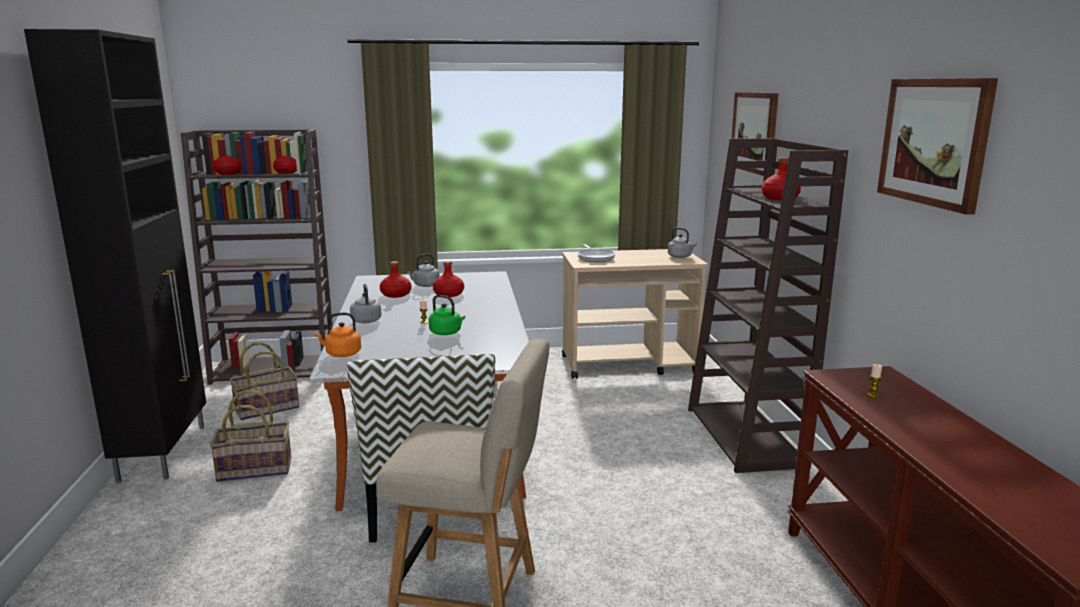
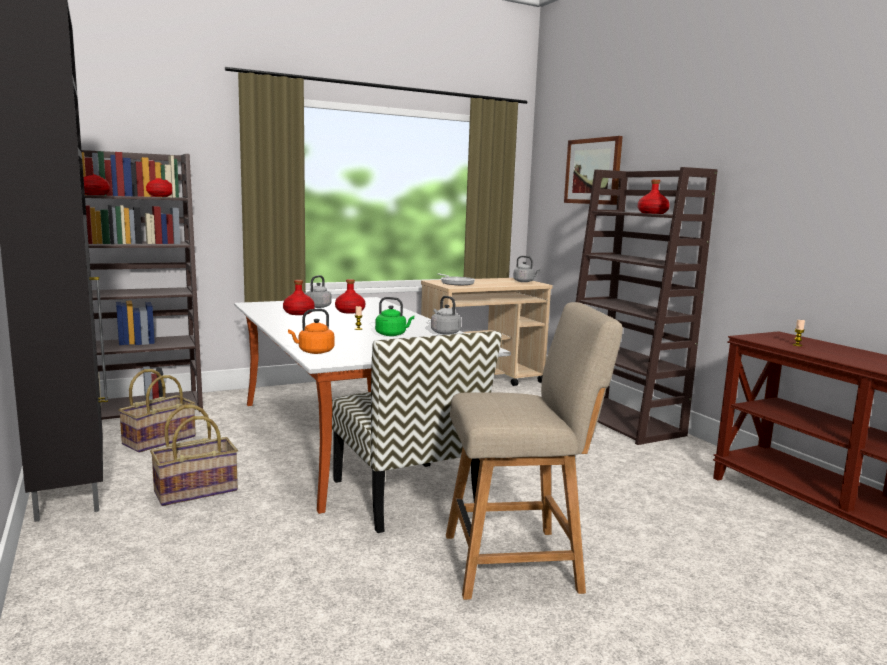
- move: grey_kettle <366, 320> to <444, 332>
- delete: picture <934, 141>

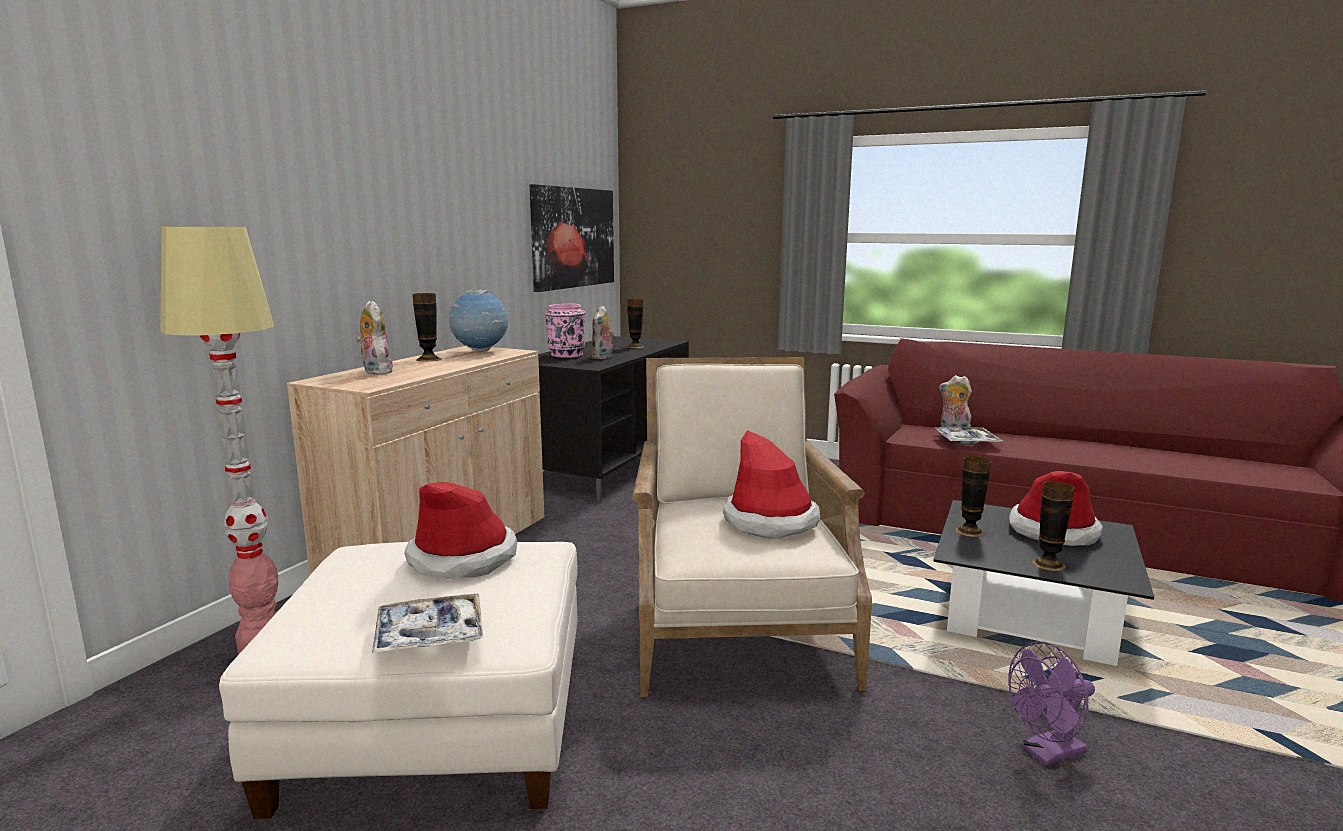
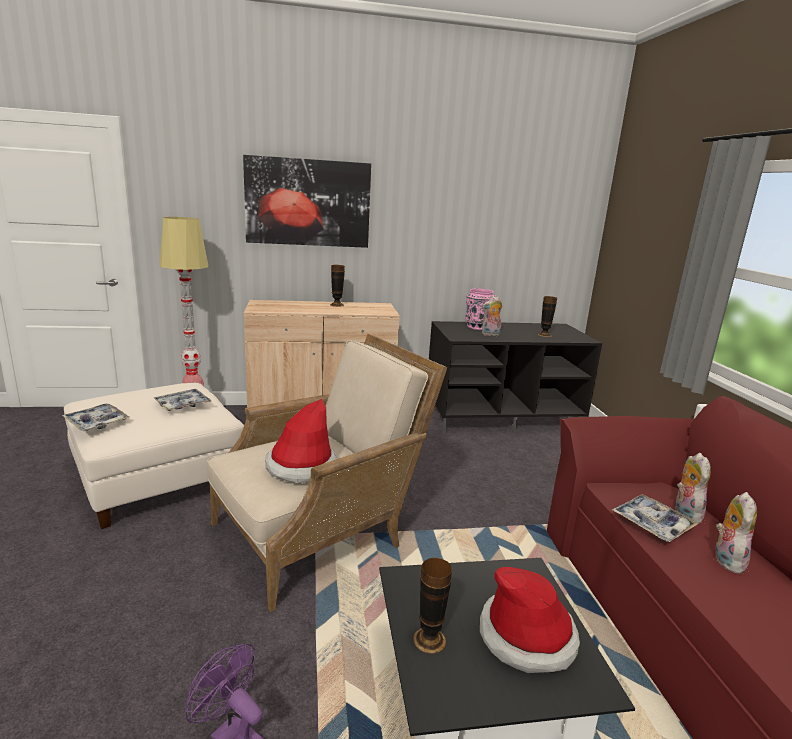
- replace: wearable_hat <462, 558> to tray <182, 405>
- move: picture <573, 237> to <308, 203>
- move: soft_toy <375, 372> to <726, 559>
- delete: globe <480, 351>
- delete: decorative_vase <969, 531>

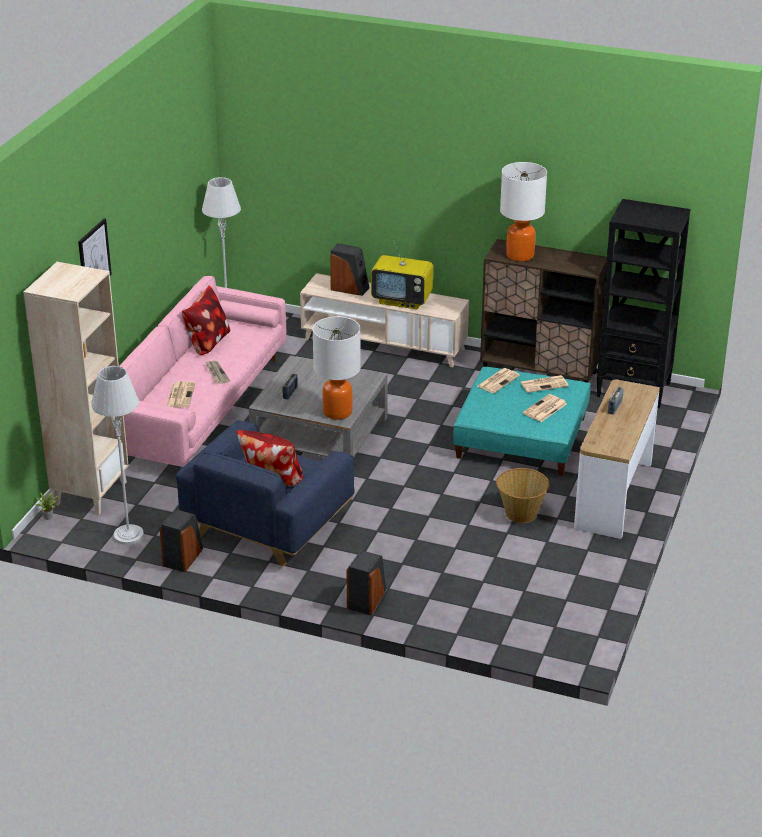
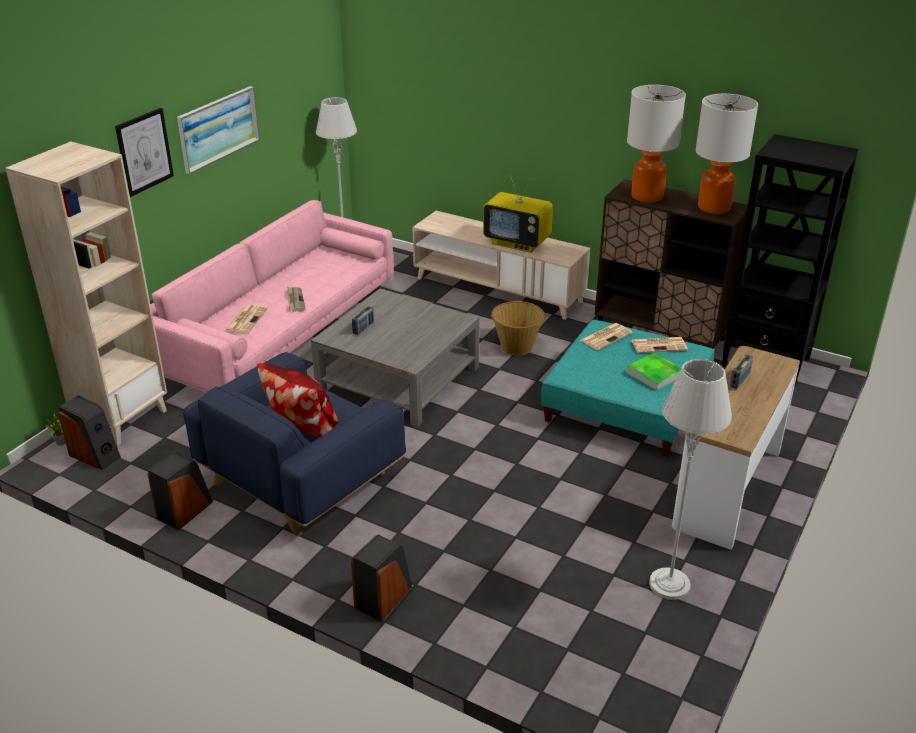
- move: loudspeaker <350, 288> to <95, 455>
- insert: picture <218, 128>
- move: storage_basket <521, 513> to <516, 346>
- replace: printed_paper <544, 409> to tray <654, 374>
- move: grey_standing_lamp <128, 535> to <669, 584>
- move: lamp_for_a_table <337, 412> to <713, 207>
- delete: pillow <207, 343>

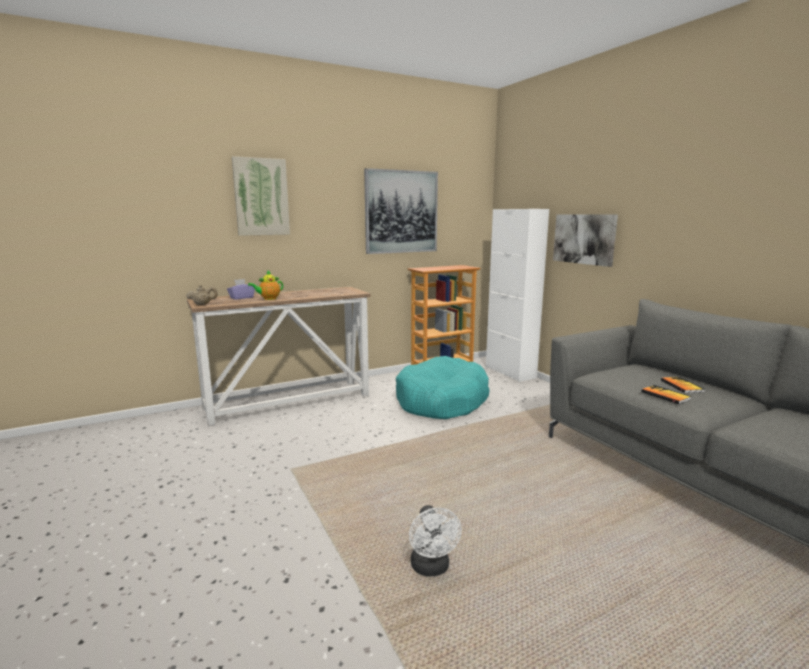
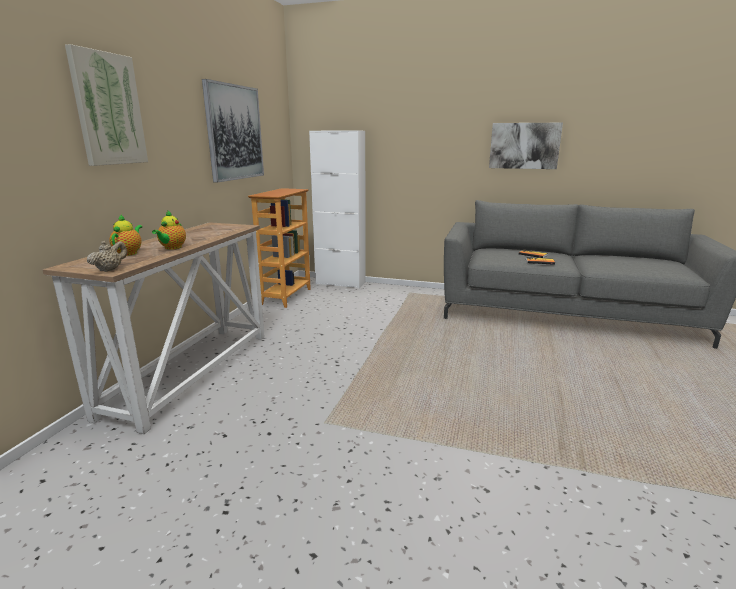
- replace: purplish_box_of_tissues <241, 298> to tea_pot <129, 253>
- move: picture <584, 239> to <524, 146>
- delete: turquoise-coloured_dog_bed <441, 401>
- delete: white_cooling_fan <431, 568>

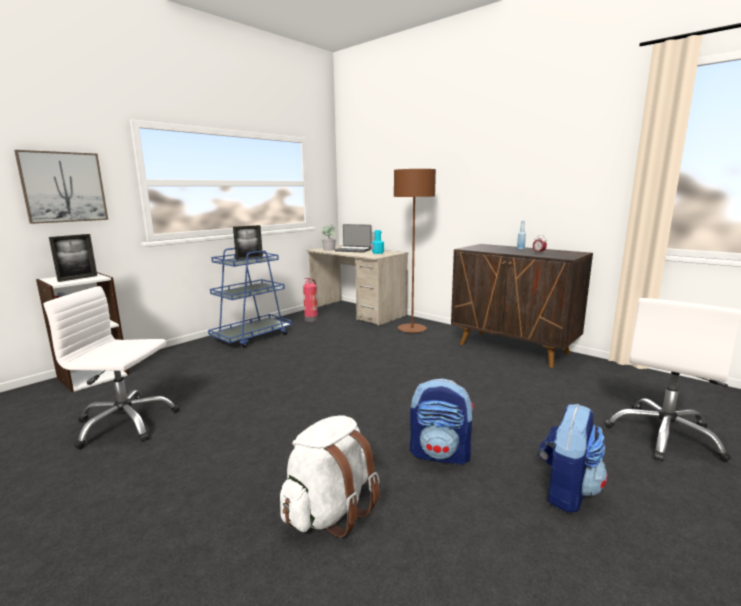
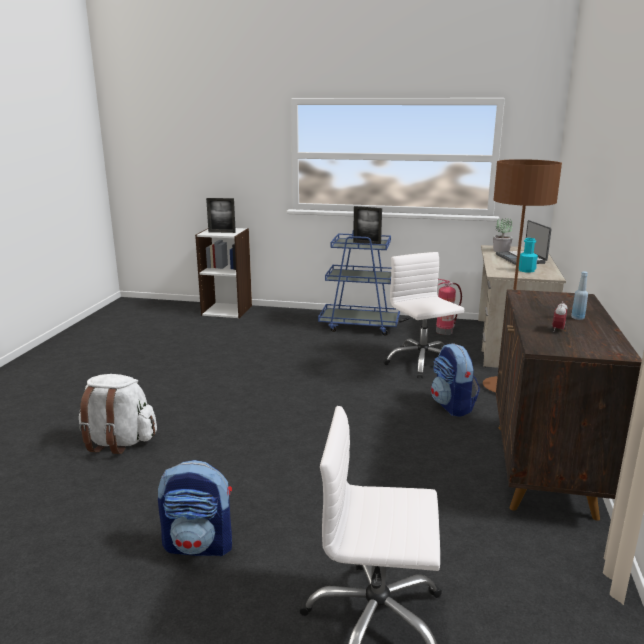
- move: white_desk_chair <125, 423> to <421, 362>
- move: knapsack <440, 454> to <452, 406>
- delete: picture <63, 187>

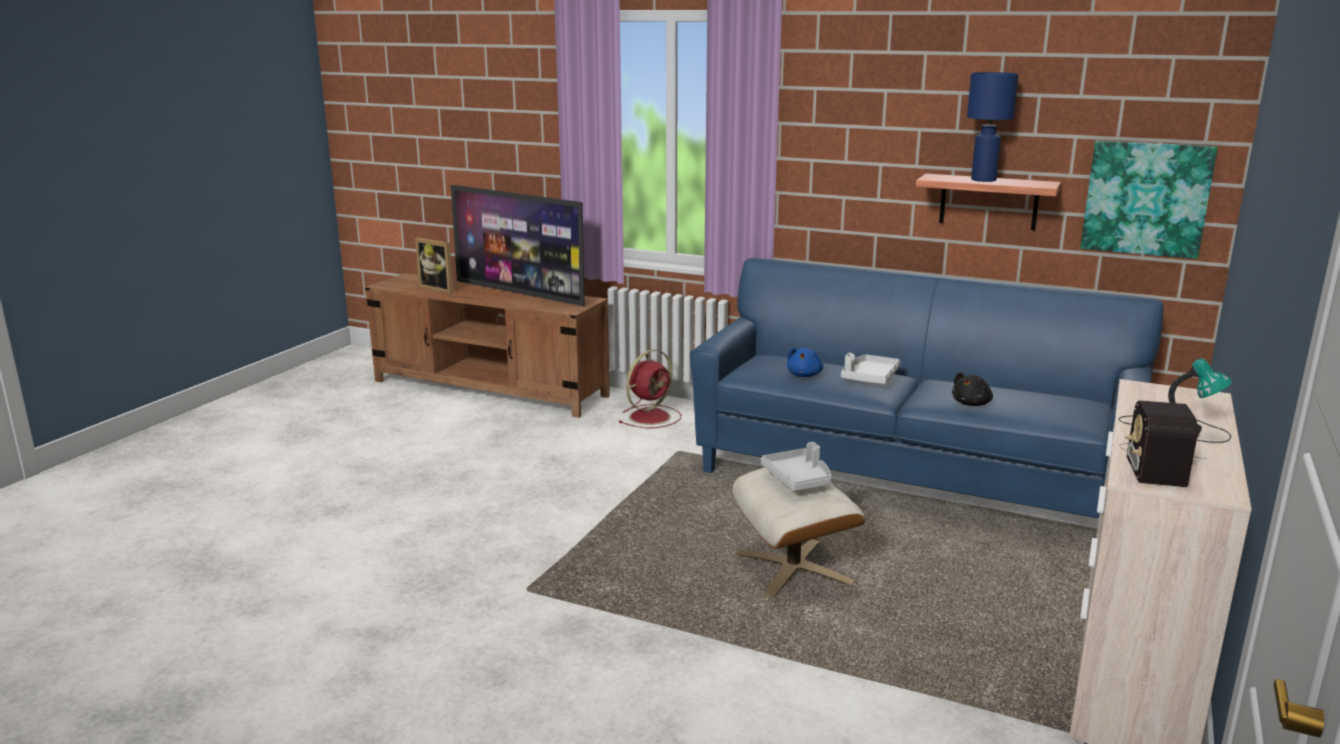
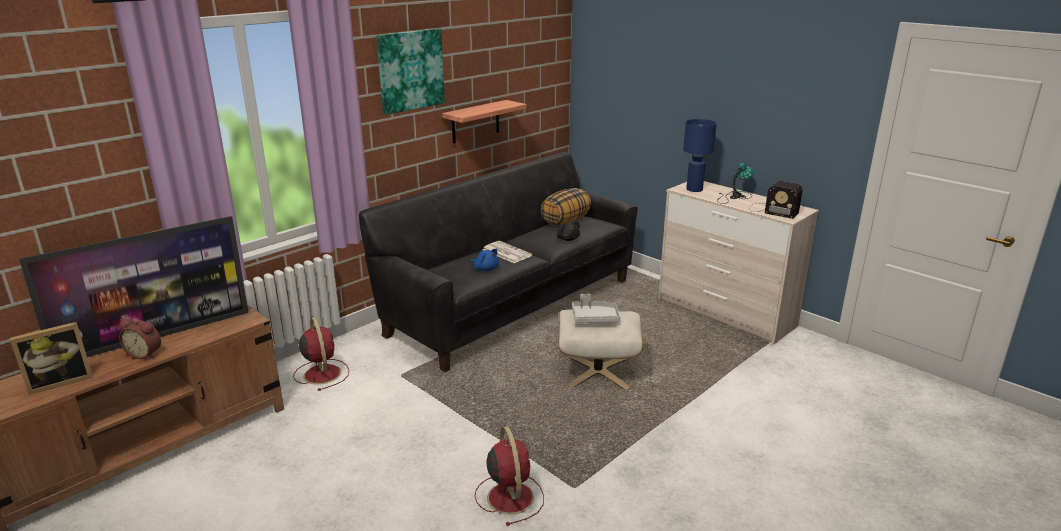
- insert: table_clock <145, 353>
- recolor: blue_sofa <907, 479> to black_sofa <512, 306>
- move: picture <1146, 198> to <410, 70>
- insert: reddish_cooling_fan <510, 496>
- replace: white_tray <870, 377> to printed_paper <506, 252>
- insert: pillow <565, 221>
- move: blue_lamp_for_a_table <983, 180> to <694, 189>

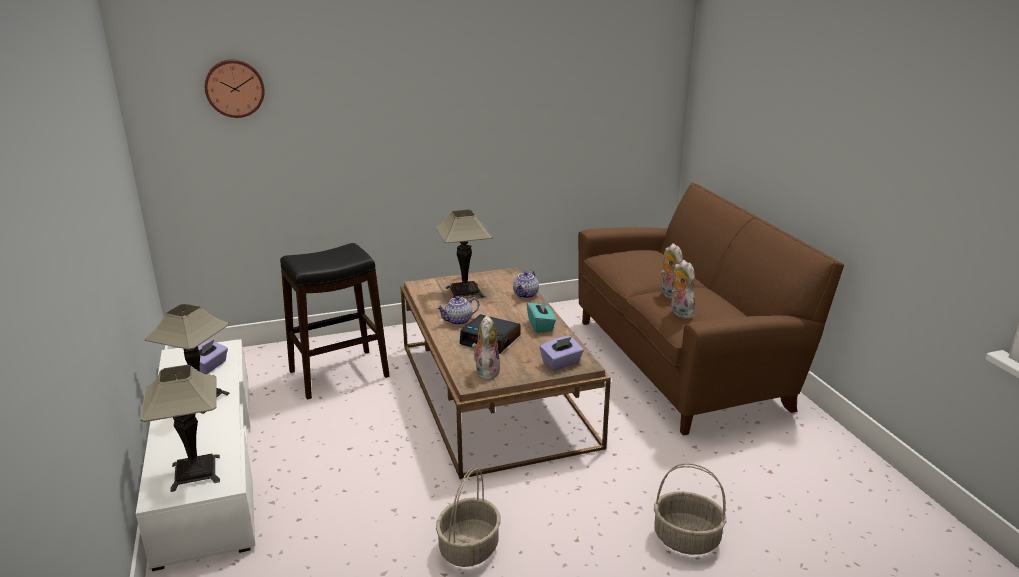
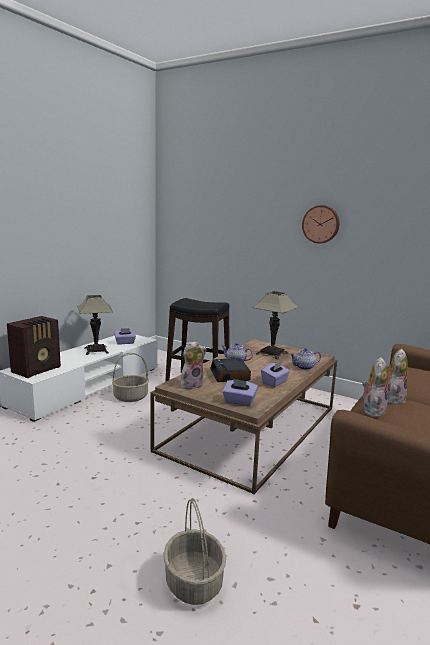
- replace: lamp_for_a_table <195, 473> to radio <37, 369>
- move: storage_basket <468, 547> to <131, 397>
- recolor: turquoise-coloured_box_of_tissues <541, 326> to purplish_box_of_tissues <275, 382>
- move: clock_on_the_wall <234, 88> to <321, 224>

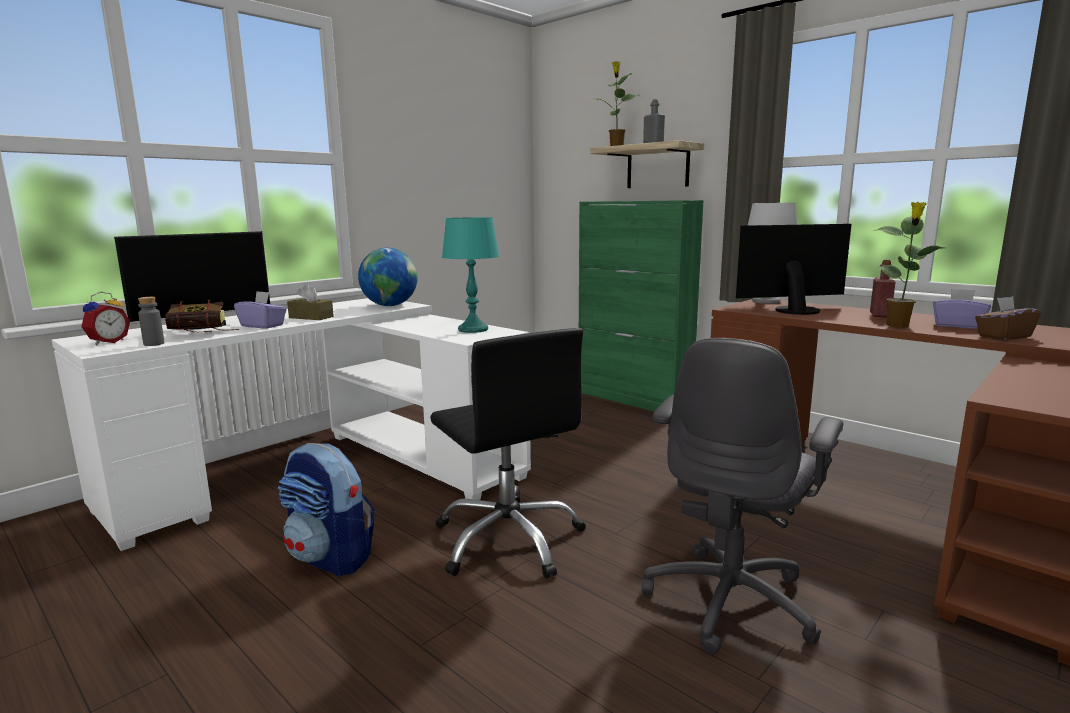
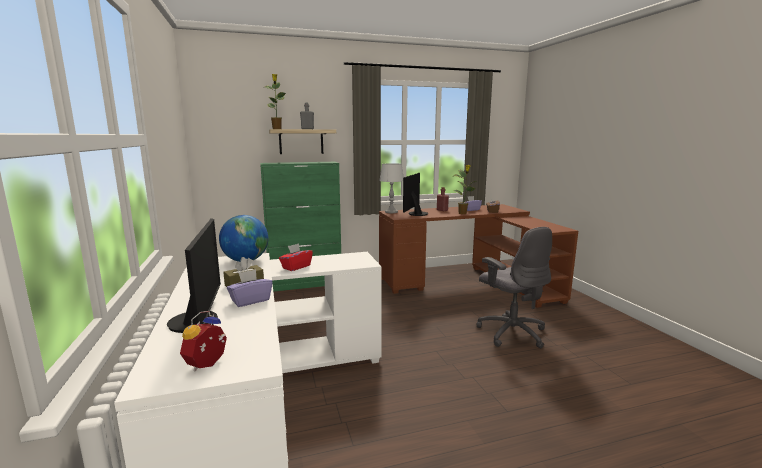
- rotate: table_clock <107, 342> = <208, 365> 120 degrees counterclockwise
- insert: reddish_box_of_tissues <296, 267>
- delete: grey_bottle <154, 344>
- delete: volume <205, 334>
- delete: knapsack <331, 558>
- delete: black_desk_chair <509, 539>
- delete: turquoise-coloured_lamp_for_a_table <472, 329>

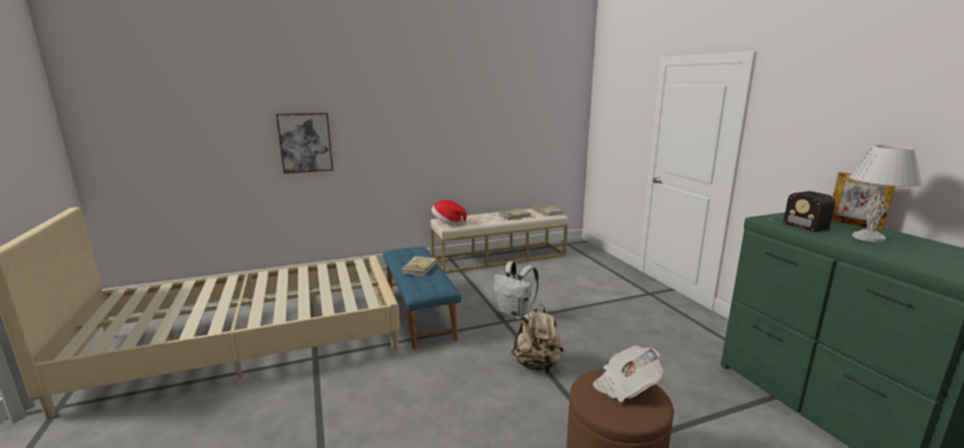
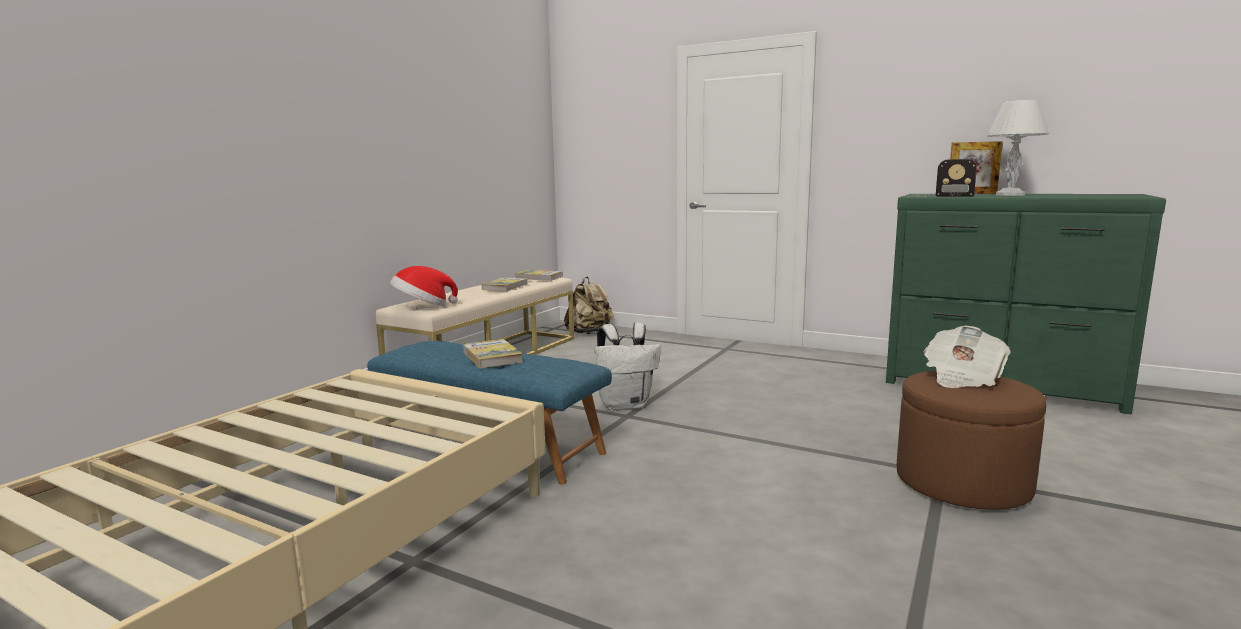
- move: beige_knapsack <537, 365> to <590, 333>
- delete: picture <305, 143>

